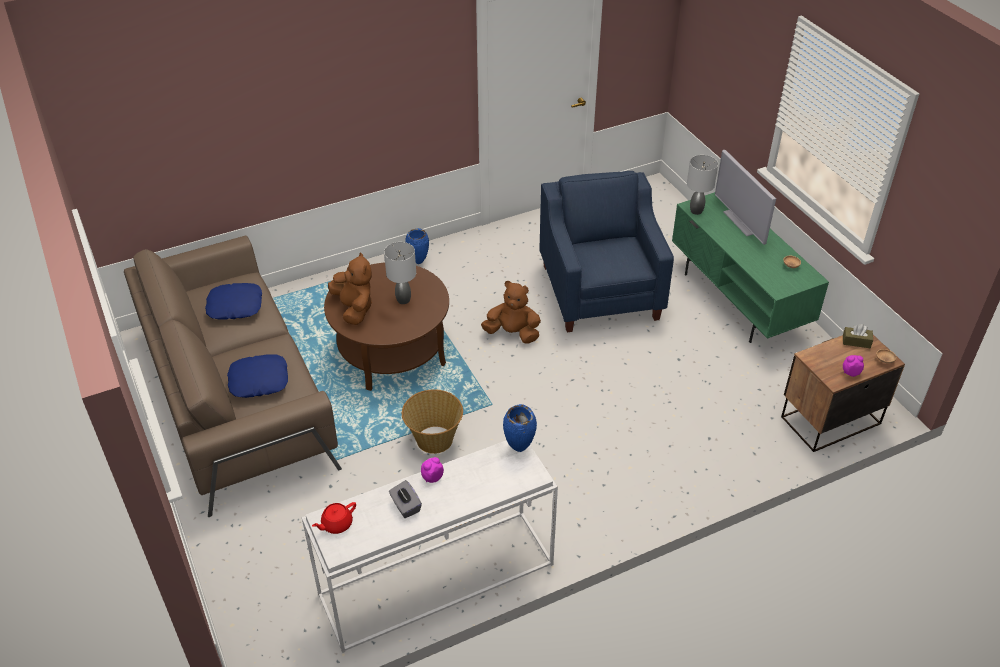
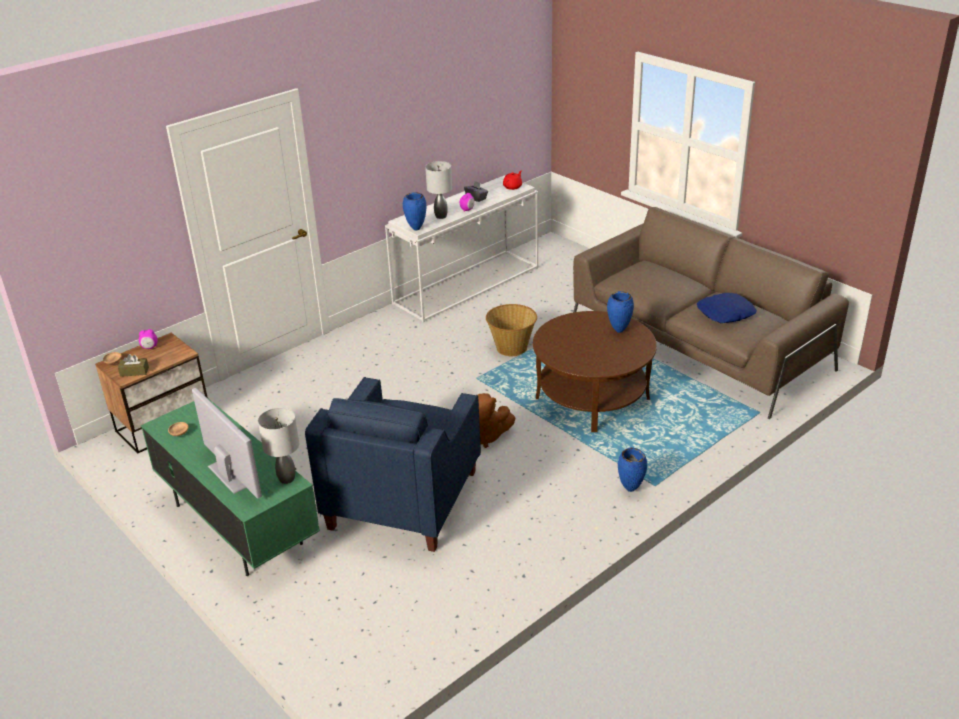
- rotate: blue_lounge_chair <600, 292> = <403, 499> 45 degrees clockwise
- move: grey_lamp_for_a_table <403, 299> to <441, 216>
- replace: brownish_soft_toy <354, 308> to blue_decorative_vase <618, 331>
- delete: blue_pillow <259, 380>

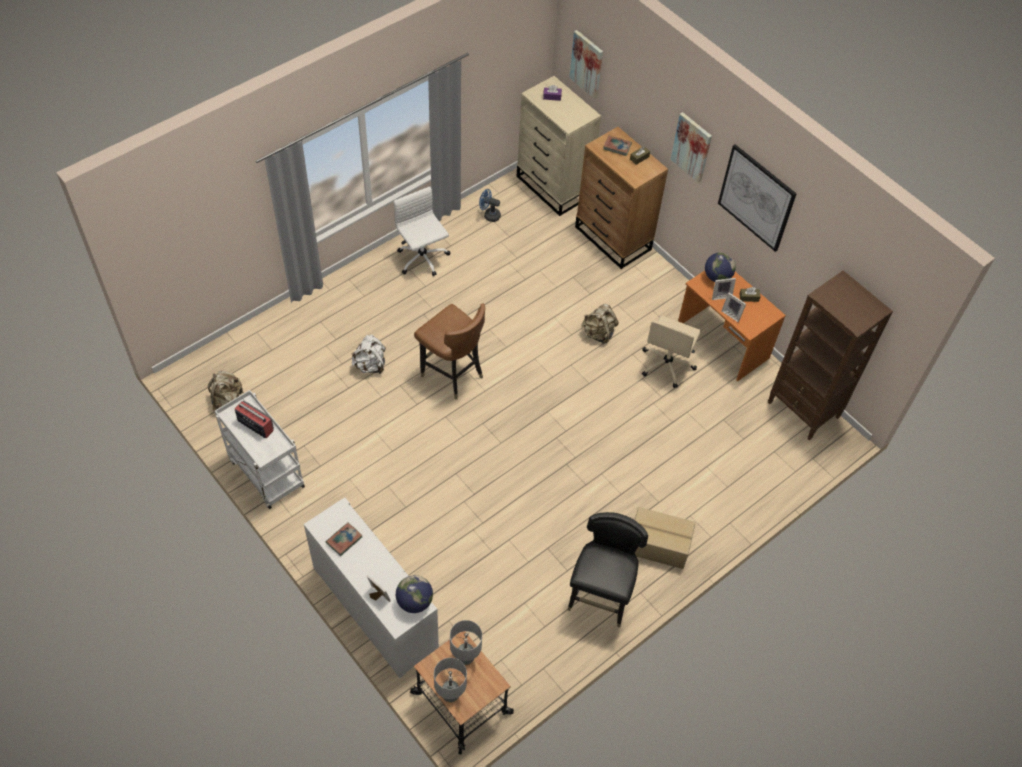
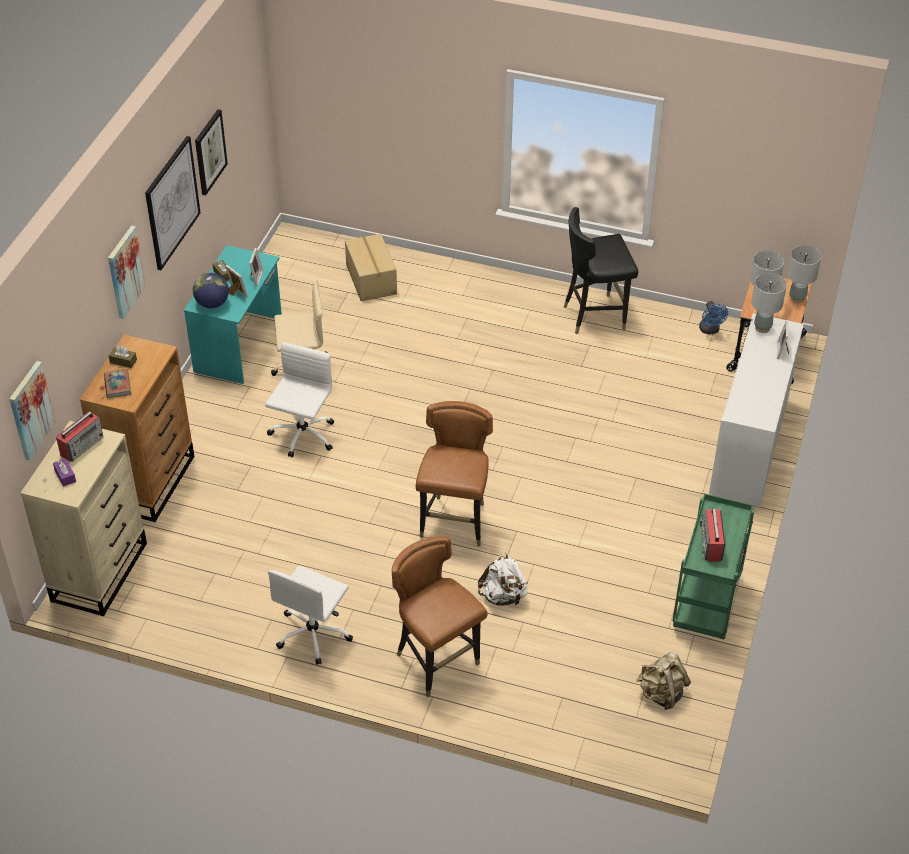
- insert: radio <82, 445>
- recolor: orangey_desk <722, 342> to turquoise-coloured_desk <240, 345>
- insert: picture <209, 152>
- replace: beige_knapsack <598, 333> to white_desk_chair <302, 436>
- move: cardboard_box <658, 546> to <372, 279>
- insert: brownish_chair <437, 662>
- recolor: white_wheeled_cart <265, 473> to green-coloured_wheeled_cart <707, 604>
- move: blue_cooling_fan <489, 215> to <710, 330>
- replace: globe <414, 601> to grey_lamp_for_a_table <762, 328>
- delete: volume <344, 540>
- delete: brownish_bookcase <803, 410>

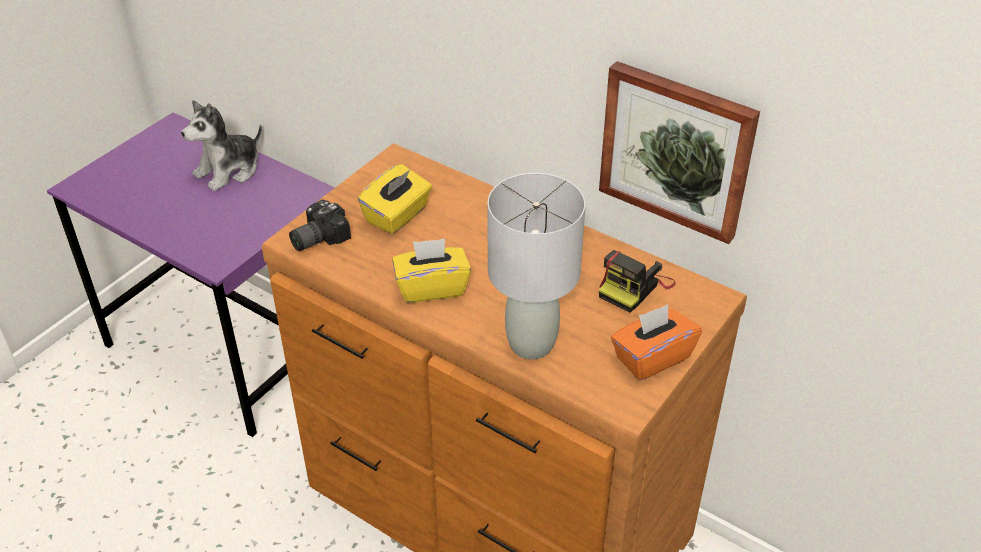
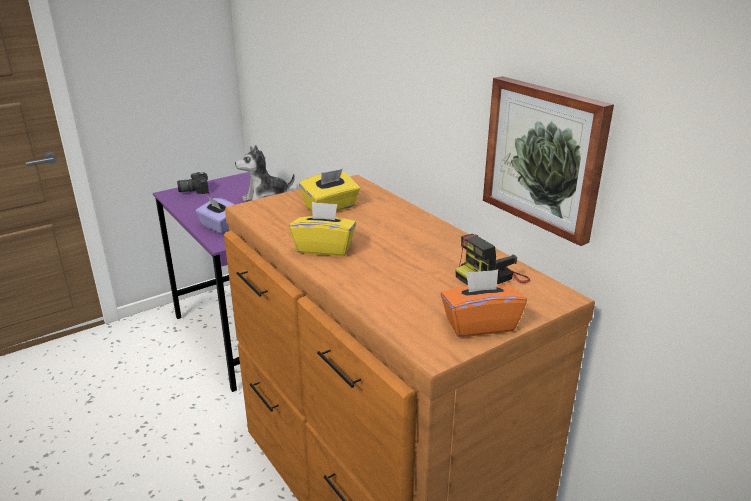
- move: still_camera <317, 238> to <194, 190>
- insert: purplish_box_of_tissues <219, 227>
- delete: grey_lamp_for_a_table <531, 343>

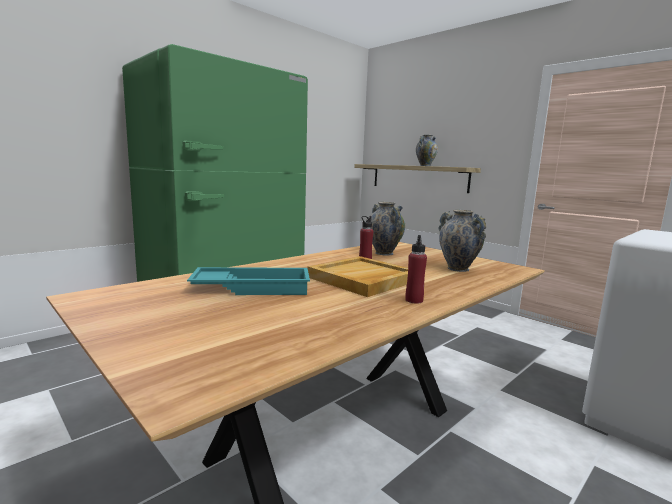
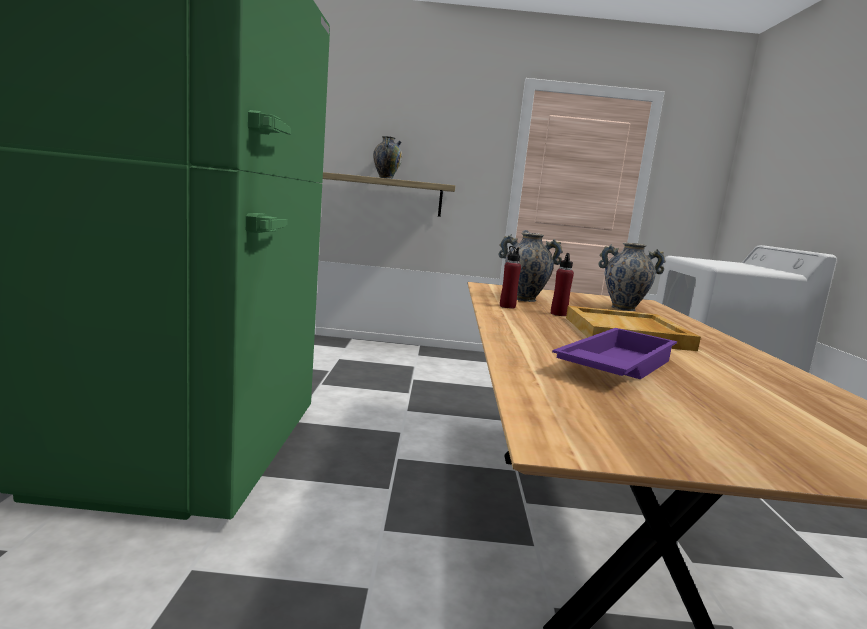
- move: reddish_bottle <414, 300> to <507, 306>
- recolor: turquoise-coloured_tray <253, 287> to purplish_tray <614, 366>

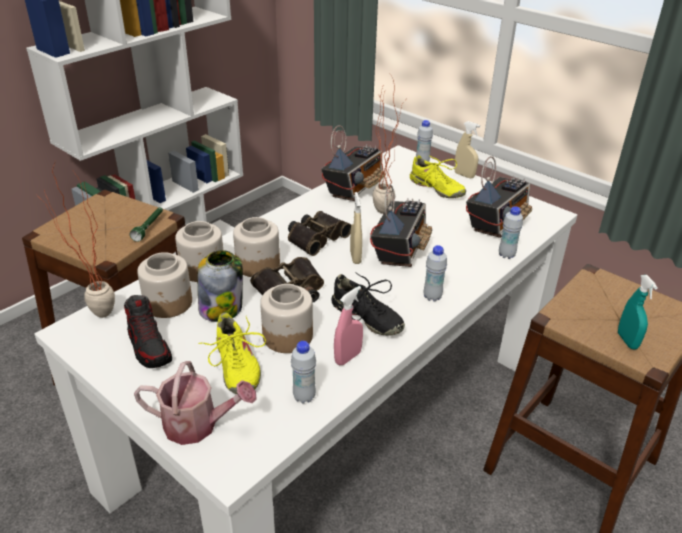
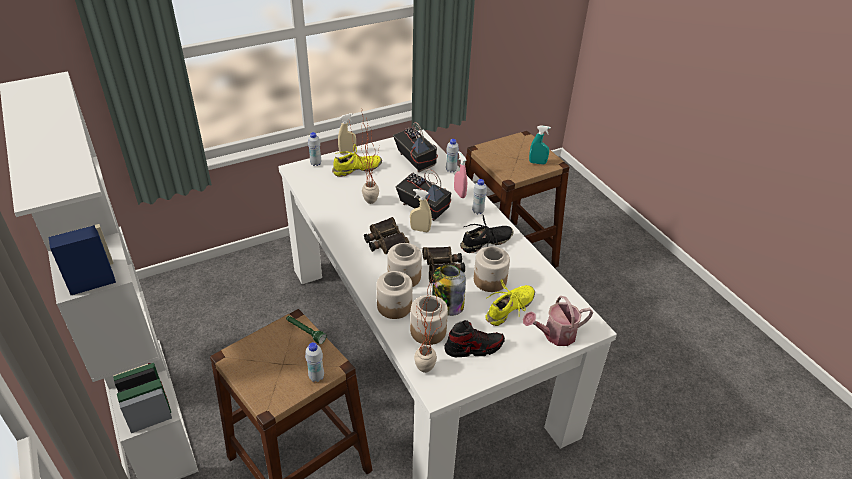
- move: white_bottle <304, 397> to <316, 377>
- move: pinkish_sprayer <348, 357> to <459, 193>
- rotate: yellow_item_of_footwear <235, 367> = <510, 309> 45 degrees counterclockwise
- rotate: watering_pot <198, 425> = <555, 335> 135 degrees counterclockwise
- delete: radio <354, 189>

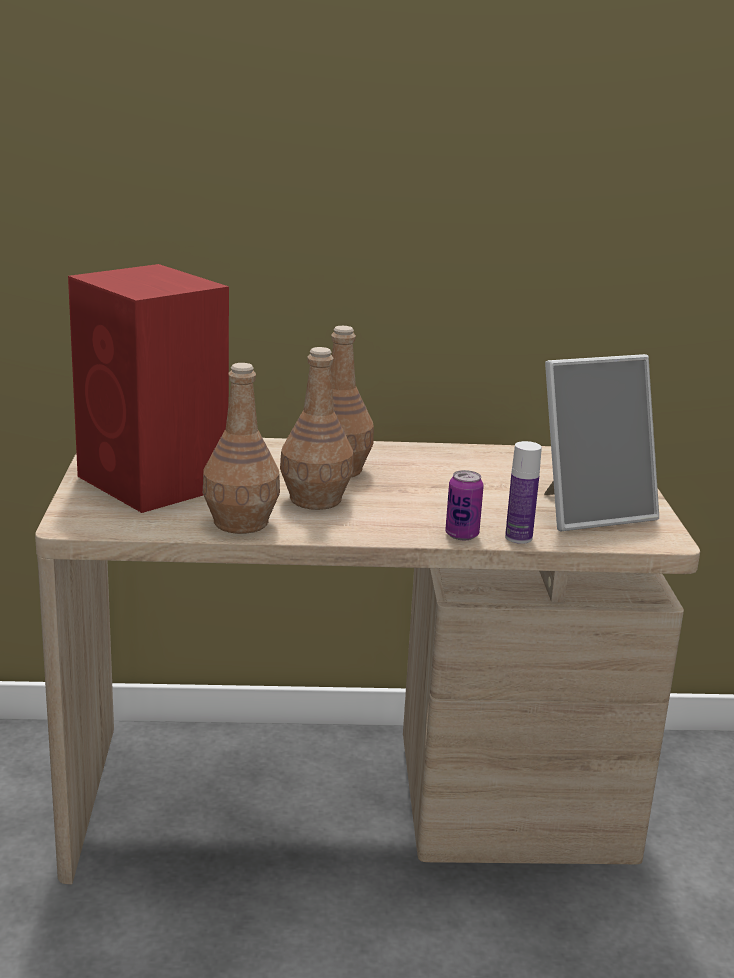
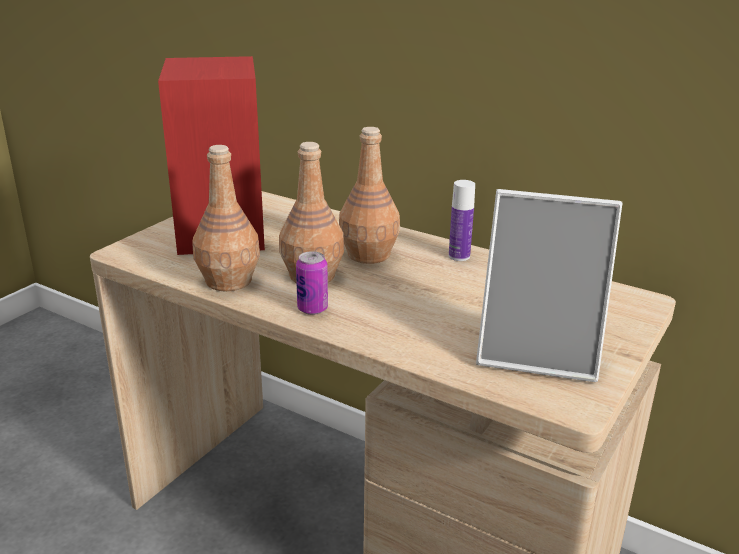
- move: sealed_can <462, 535> to <312, 309>
- move: bottle <518, 537> to <459, 256>

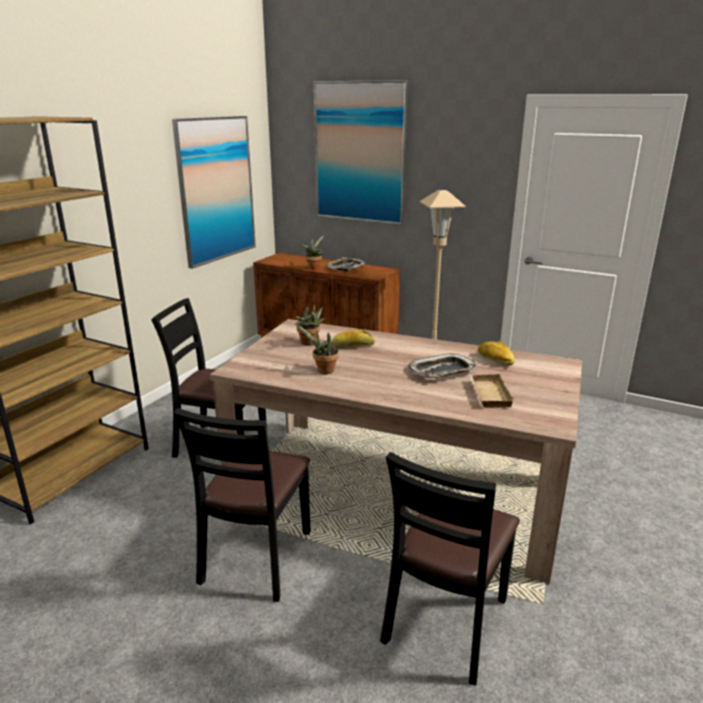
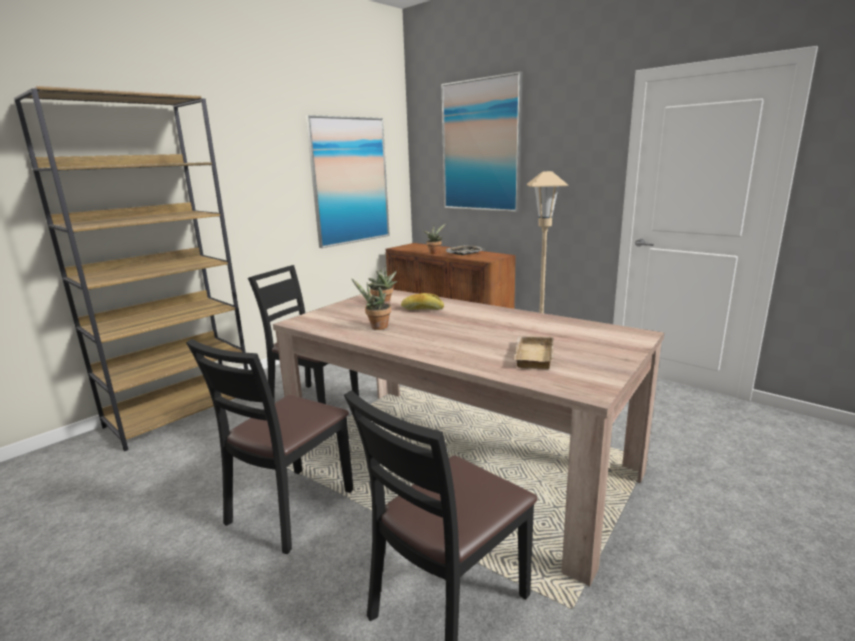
- delete: tray <442, 371>
- delete: bread <495, 360>

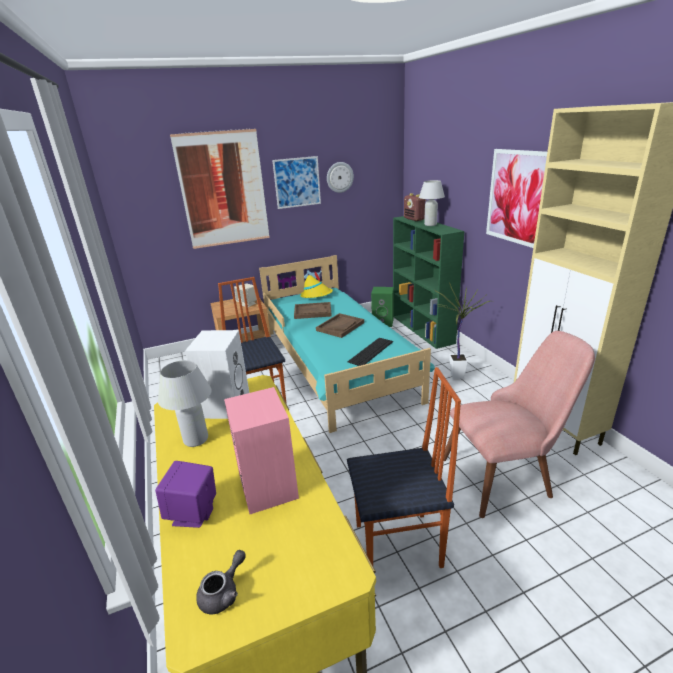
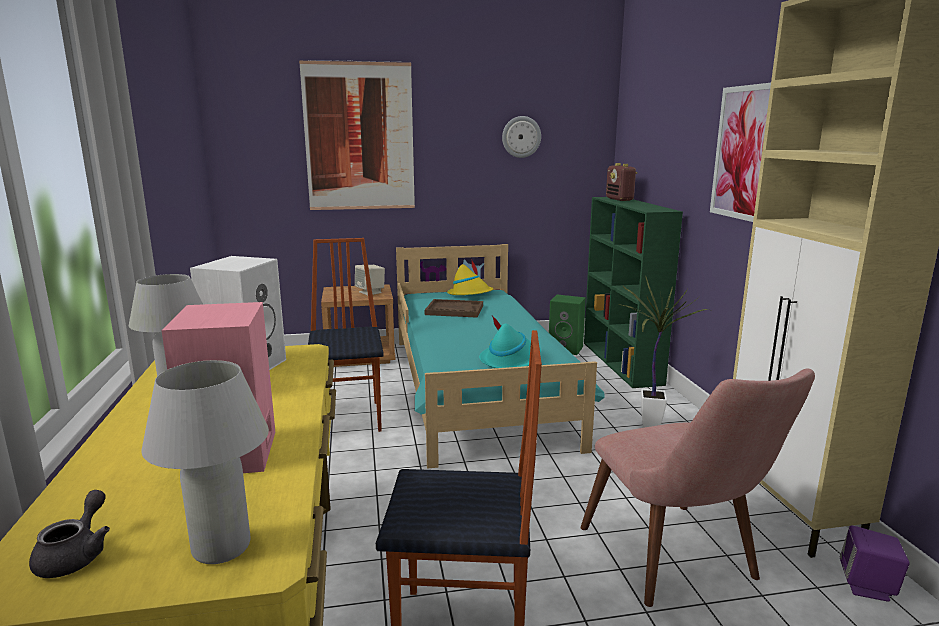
- rotate: grey_tea_pot <223, 592> = <77, 555> 45 degrees counterclockwise
- move: white_lamp_for_a_table <430, 225> to <221, 548>
- replace: PC_keyboard <371, 351> to turquoise-coloured_wearable_hat <510, 360>
- rotate: pinkish_chair <506, 474> = <680, 565> 75 degrees clockwise
- move: purplish_loudspeaker <193, 513> to <867, 586>
- delete: picture <297, 182>
- delete: brownish_tray <340, 326>

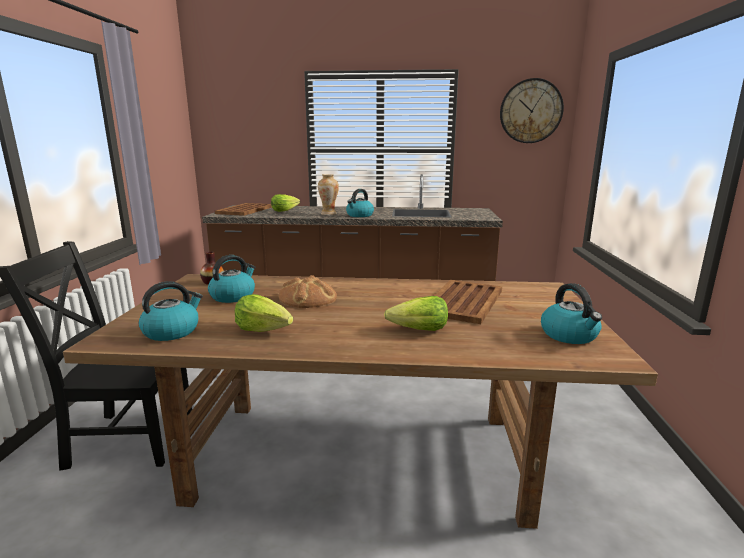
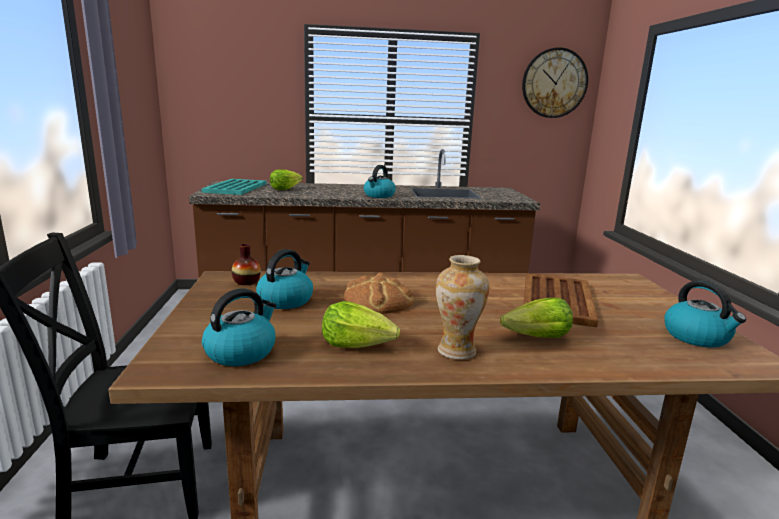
- recolor: brownish_tray <245, 210> to turquoise-coloured_tray <236, 188>
- move: decorative_vase <328, 214> to <456, 351>

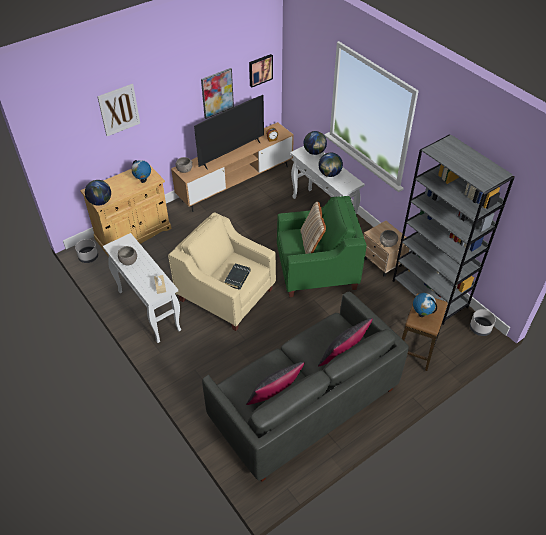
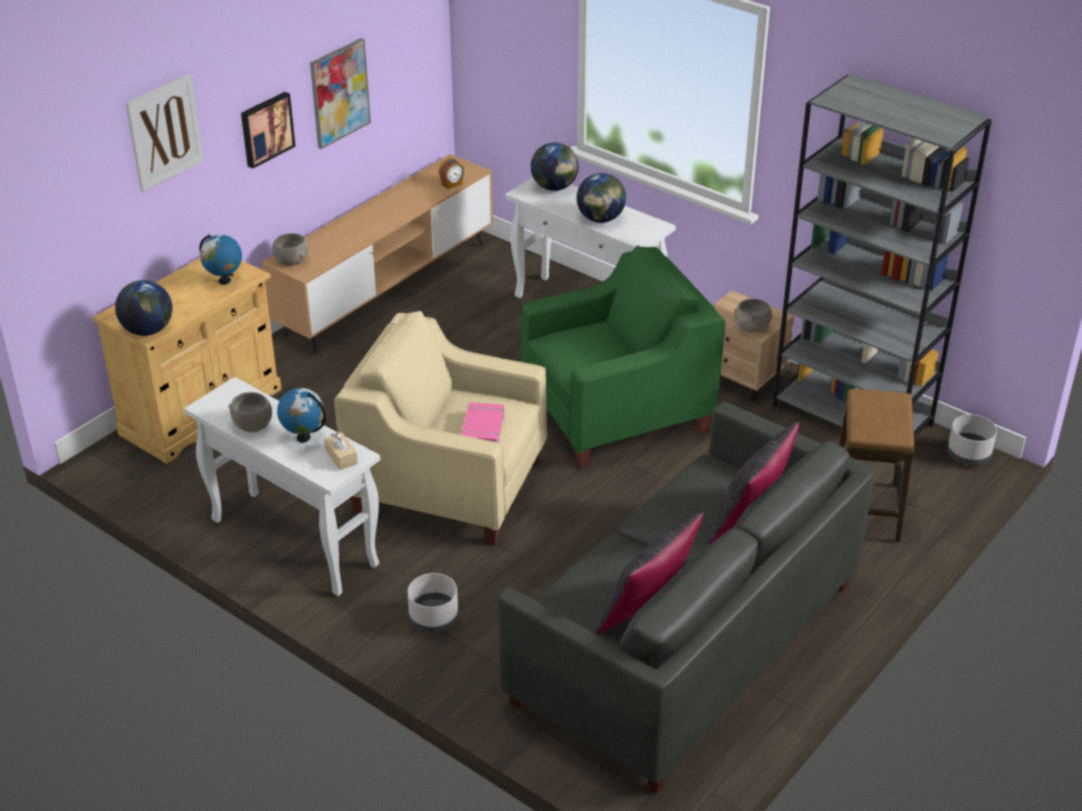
- move: picture <260, 70> to <266, 129>
- move: globe <421, 314> to <304, 437>
- move: grey_flower_pot <88, 257> to <433, 619>
- recolor: black_volume <237, 278> to pinkish_volume <483, 429>
- delete: TV_set <231, 153>
- delete: beige_pillow <311, 243>

